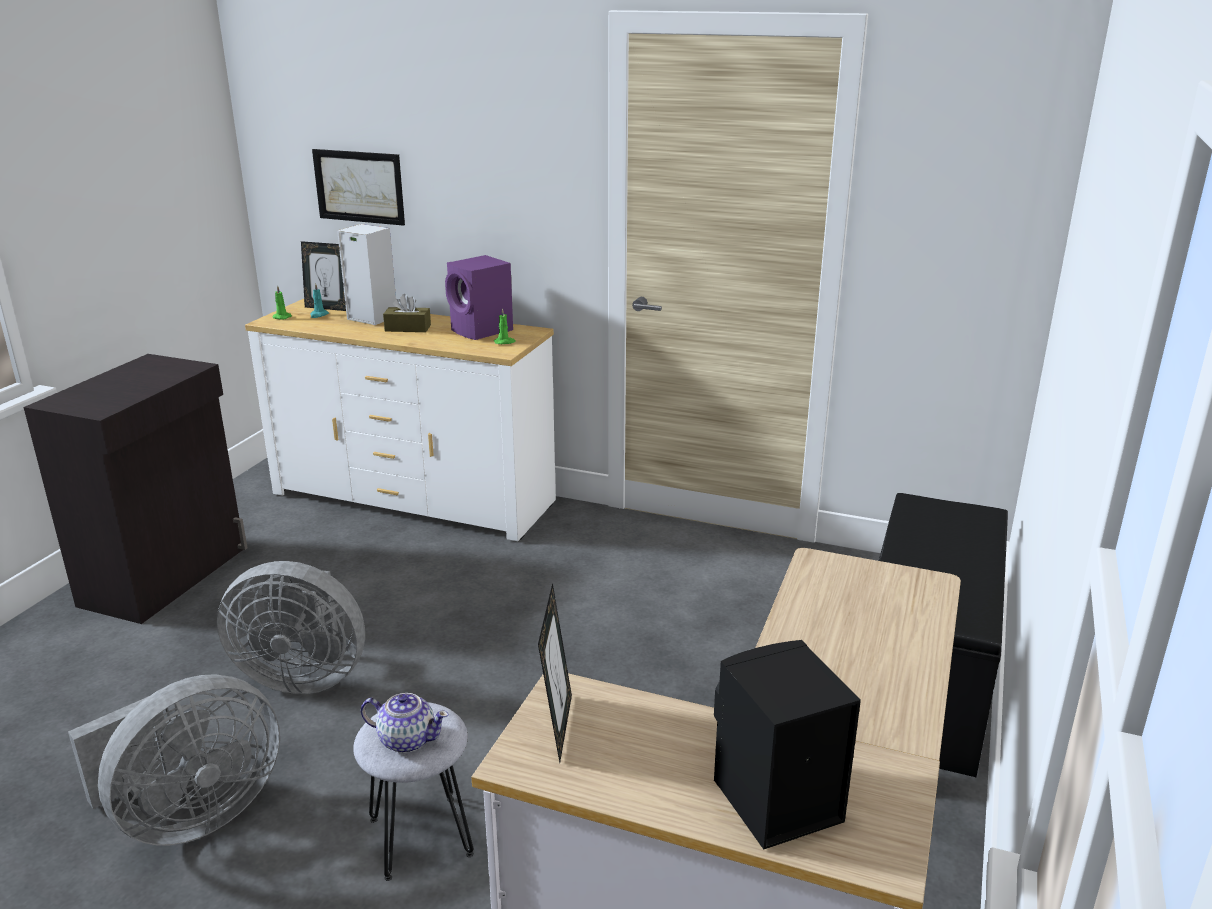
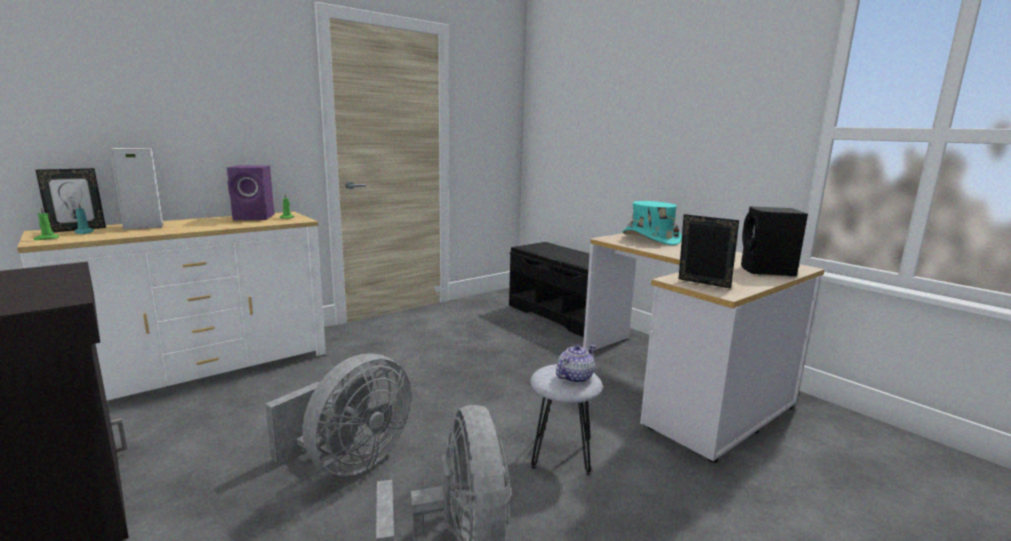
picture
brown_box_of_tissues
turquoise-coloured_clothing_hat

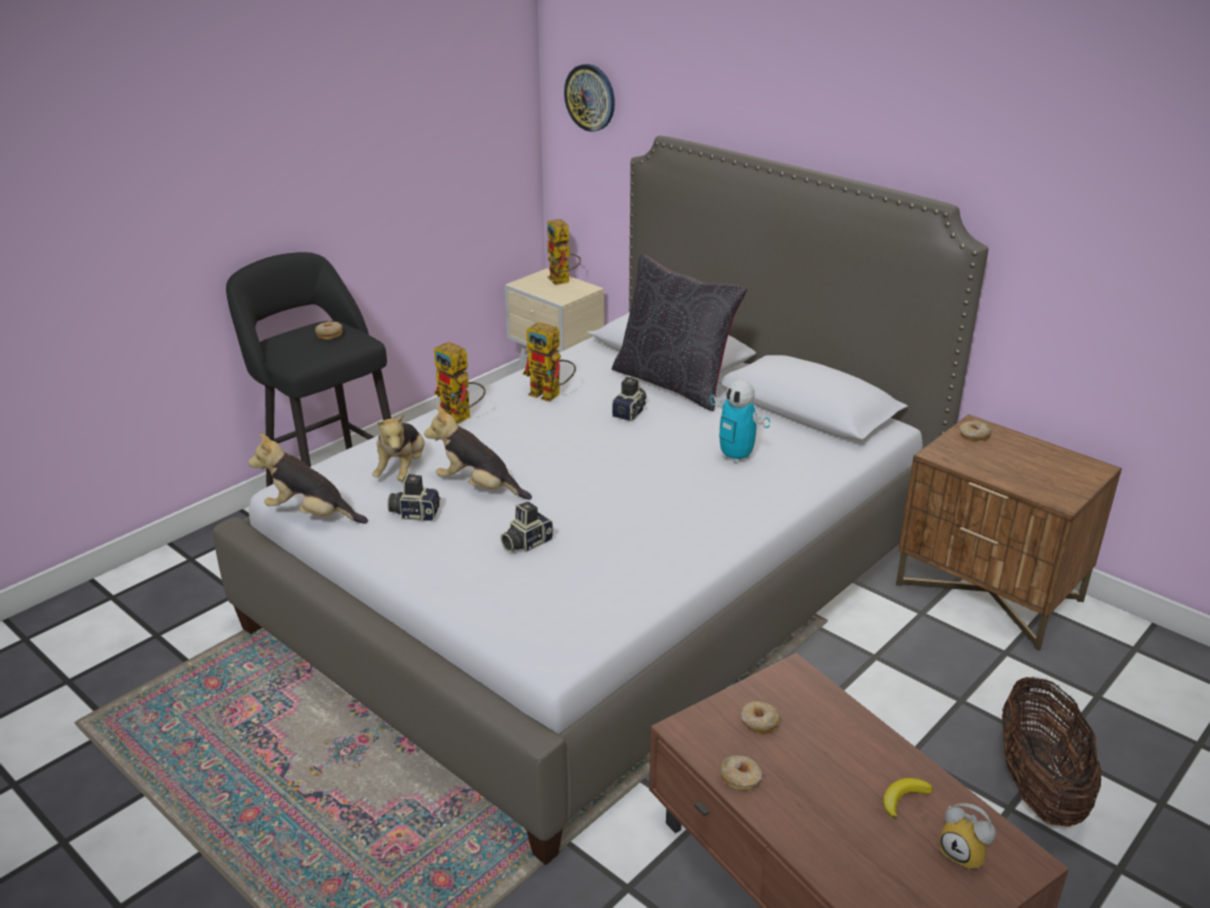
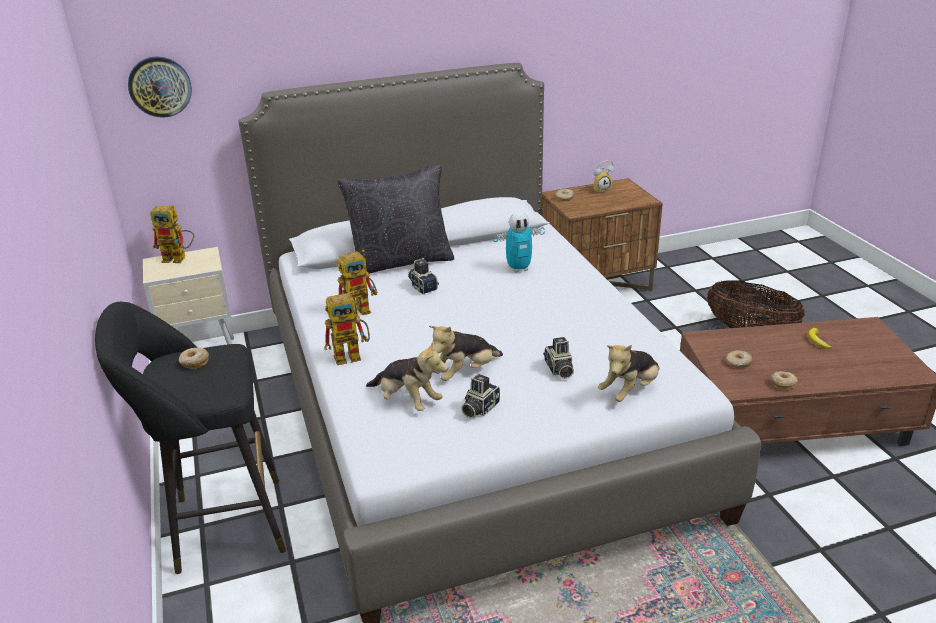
soft_toy (no. 3 from left)
table_clock

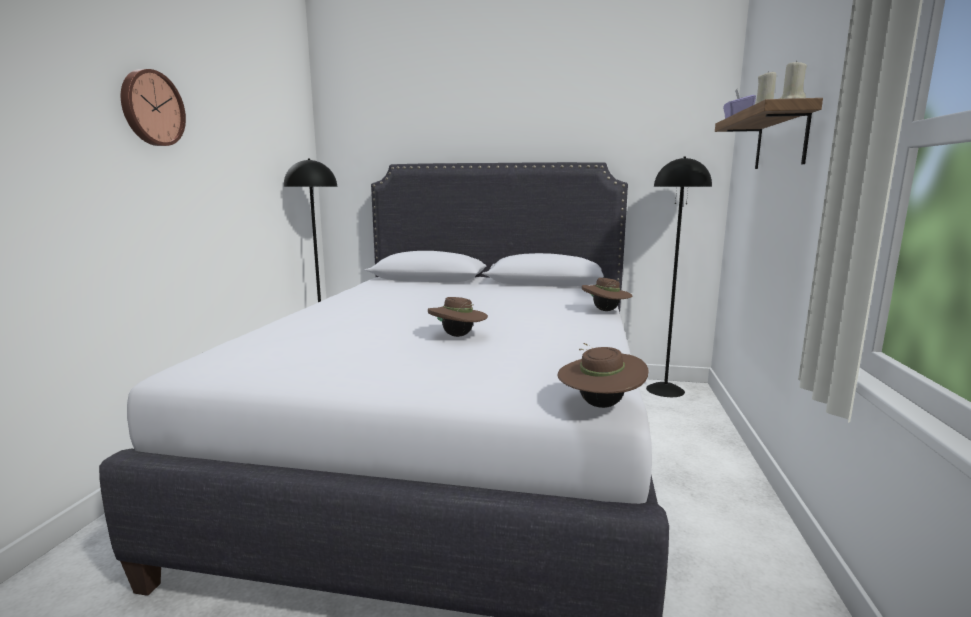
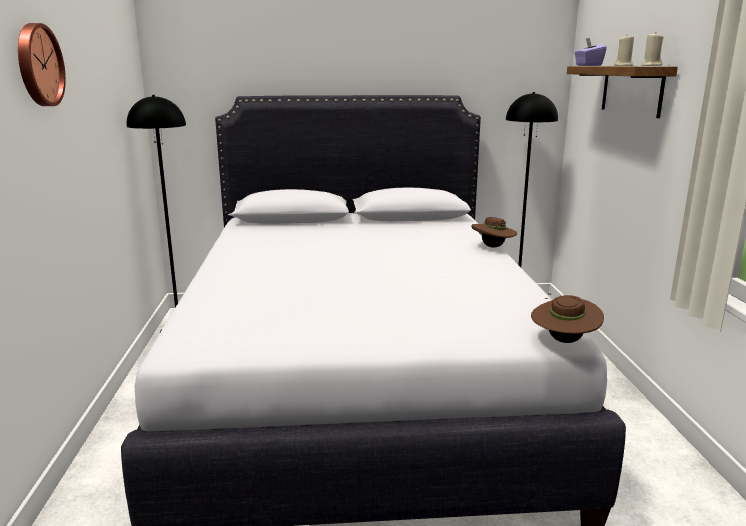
brown_clothing_hat (no. 1 from left in the first image)

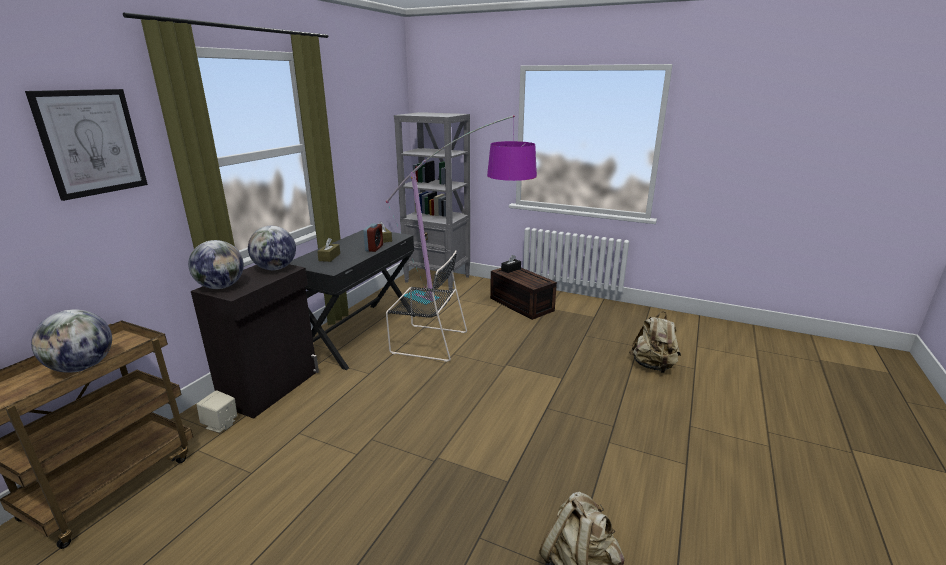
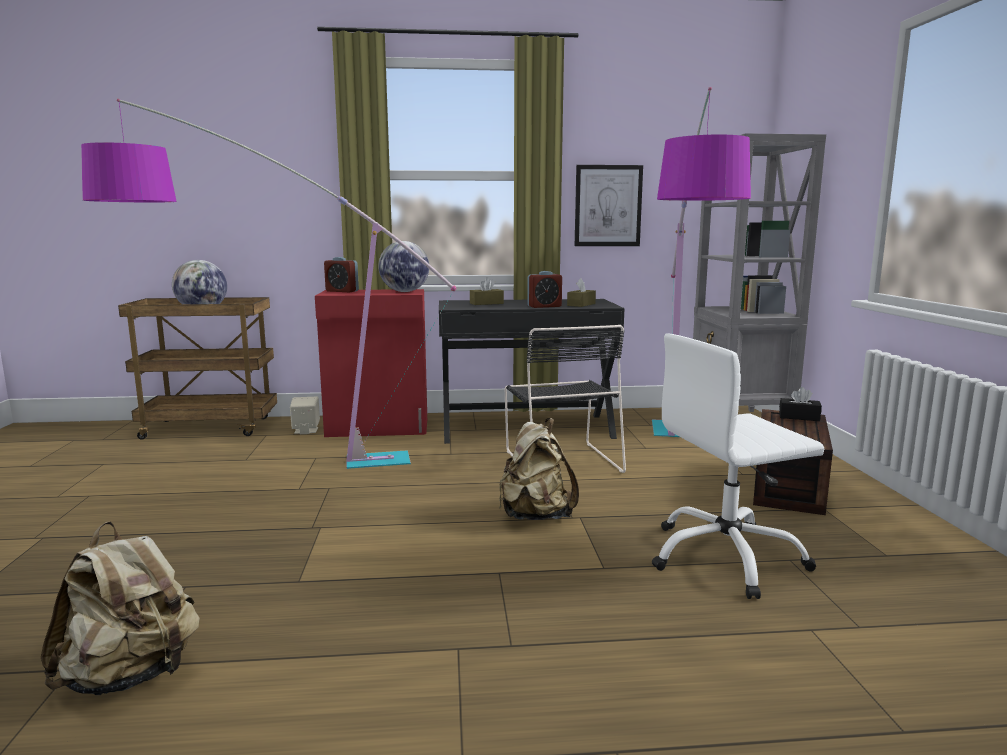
picture
table_clock (no. 1 from left)
red_storage_cabinet
beige_knapsack (no. 2 from left)
standard_lamp (no. 1 from left)
white_computer_chair

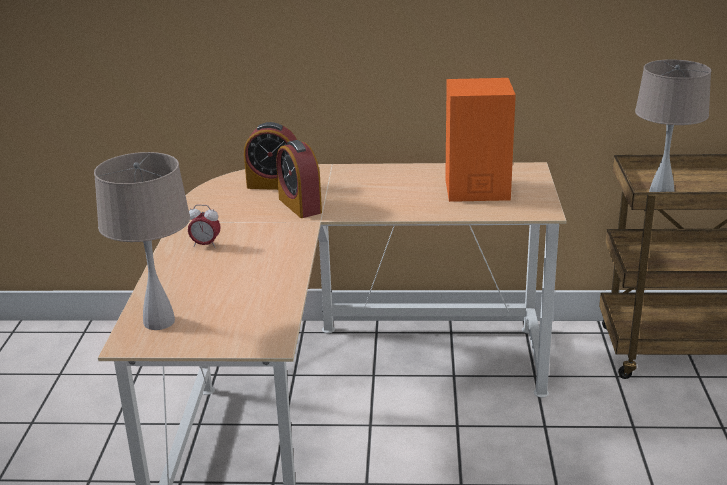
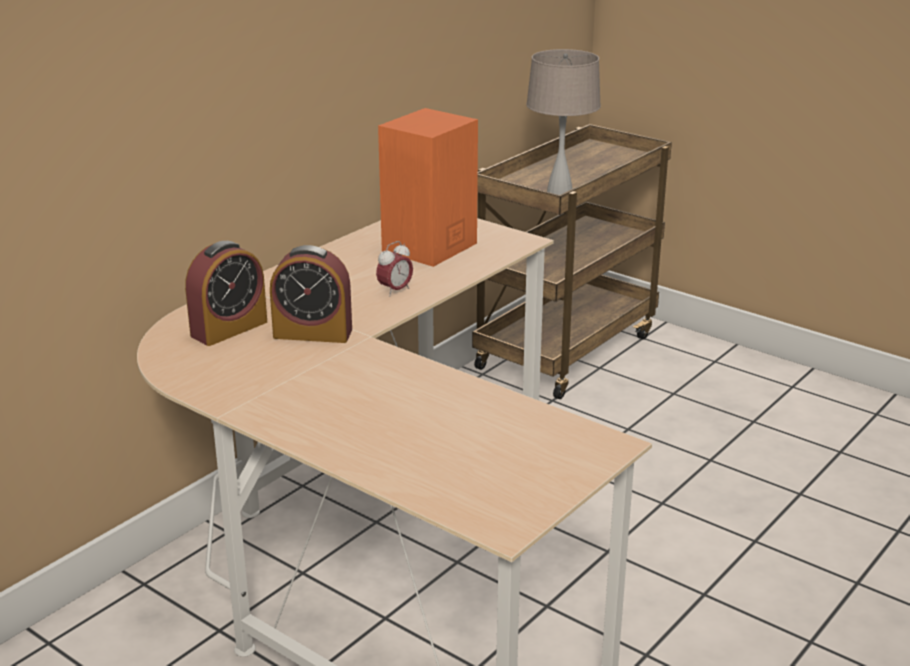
beige_table_lamp (no. 1 from left in the first image)
table_clock (no. 3 from left)

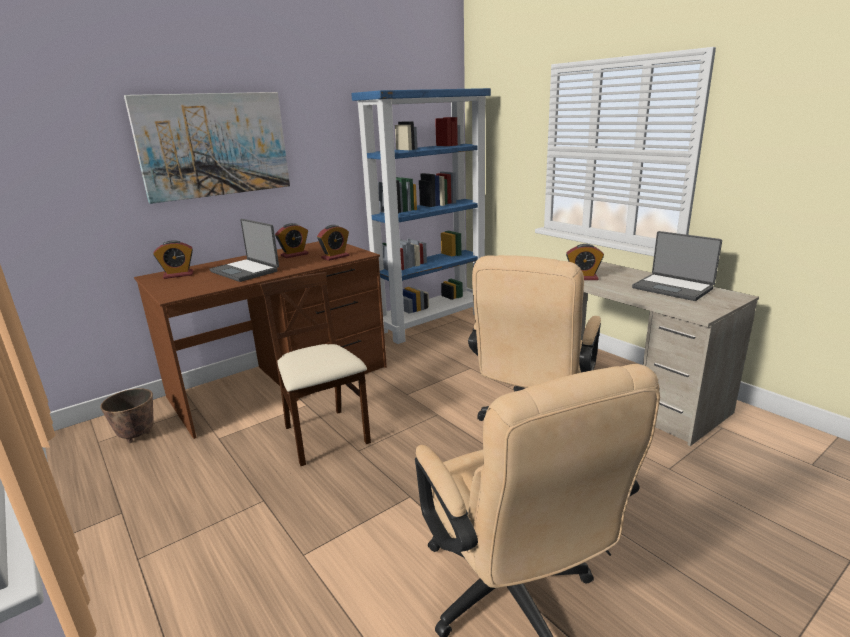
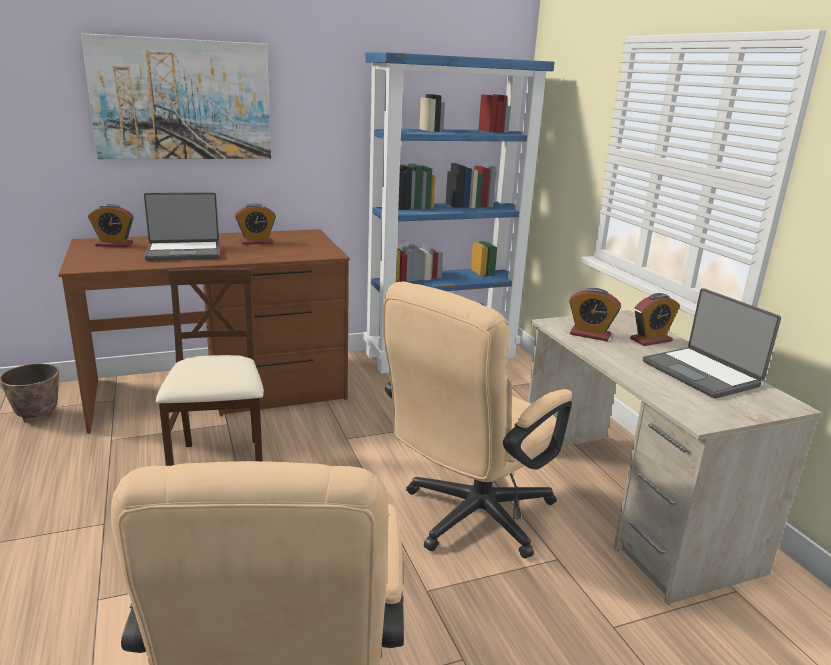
notebook_computer (no. 1 from left)
table_clock (no. 4 from left)

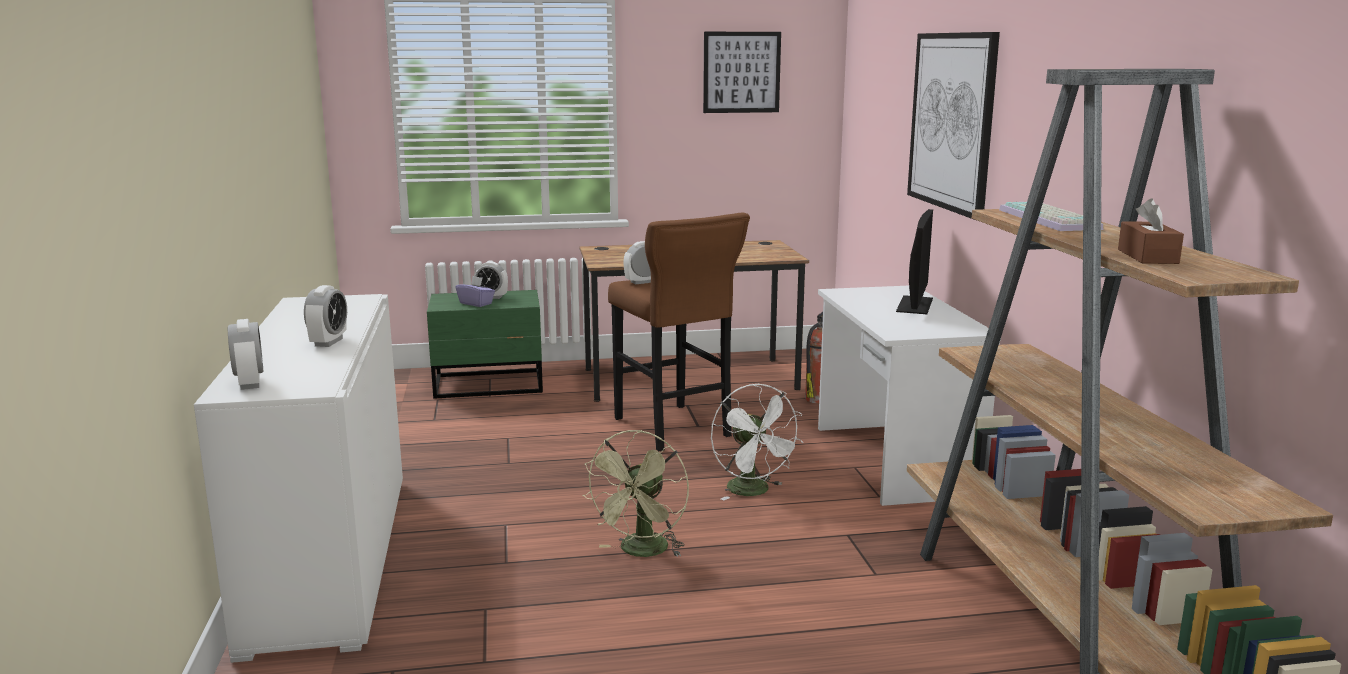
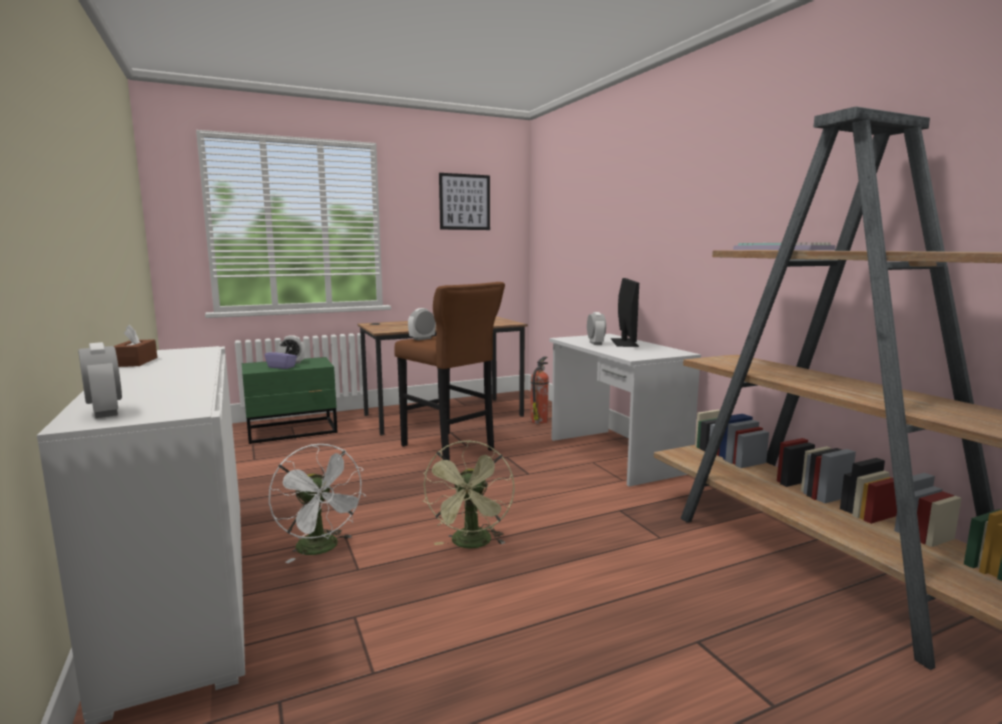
table_clock (no. 4 from left)
white_cooling_fan
picture (no. 2 from left in the first image)
brown_box_of_tissues

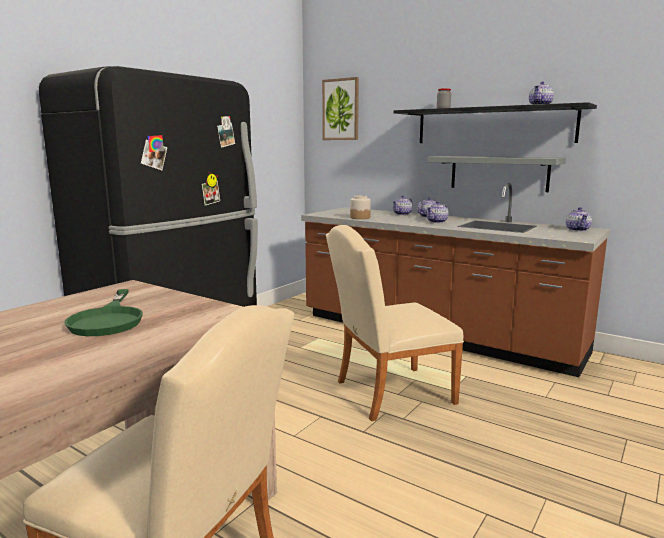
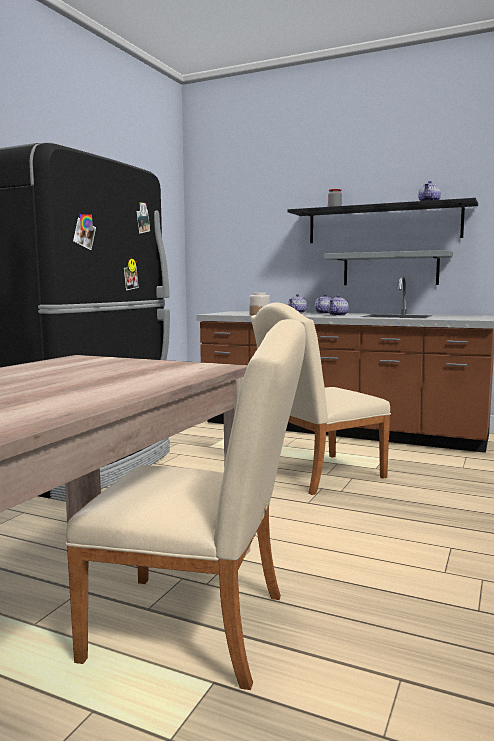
green-coloured_frying_pan
picture
pot_for_tea (no. 5 from left in the first image)

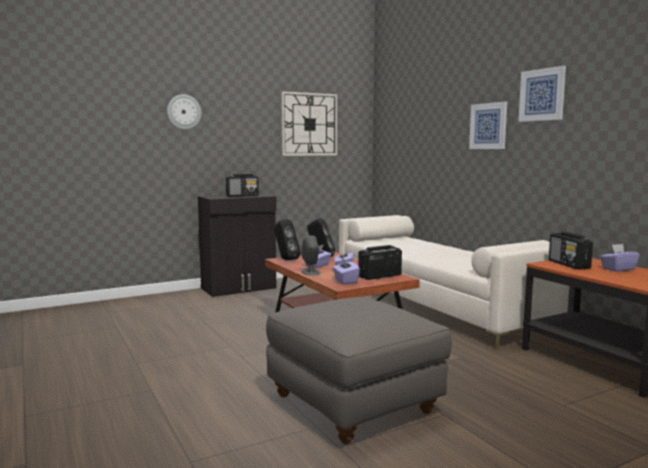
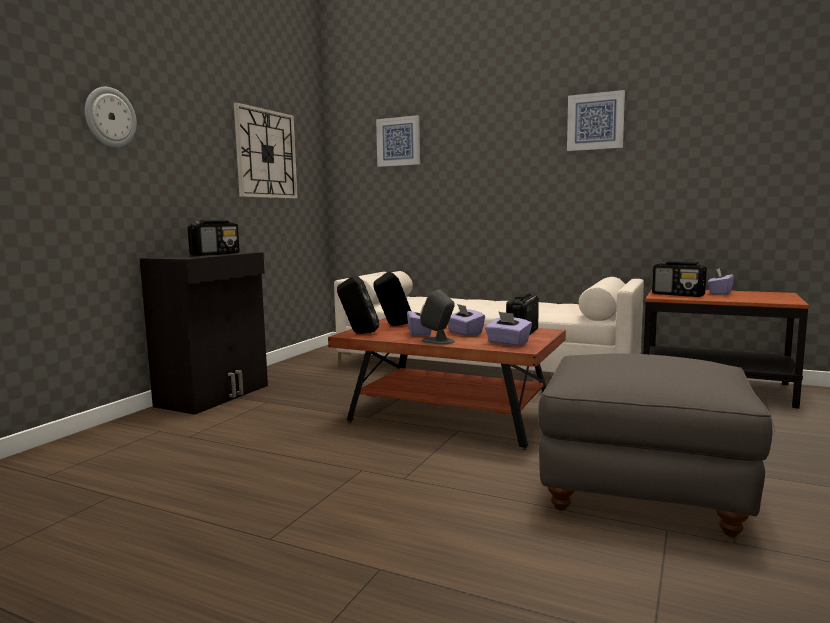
picture (no. 1 from left)

